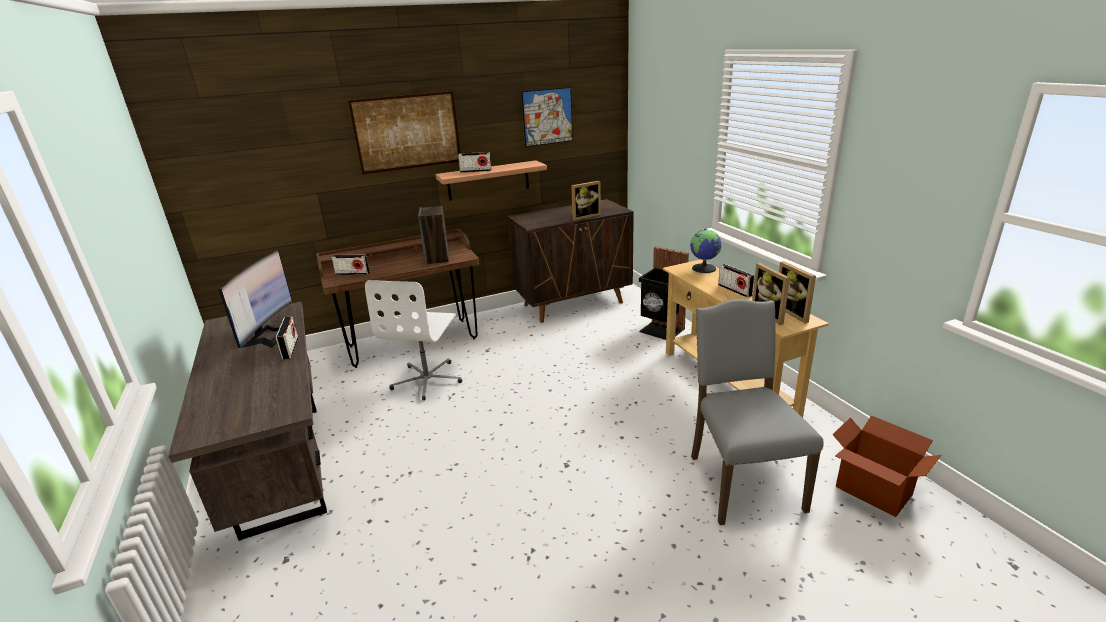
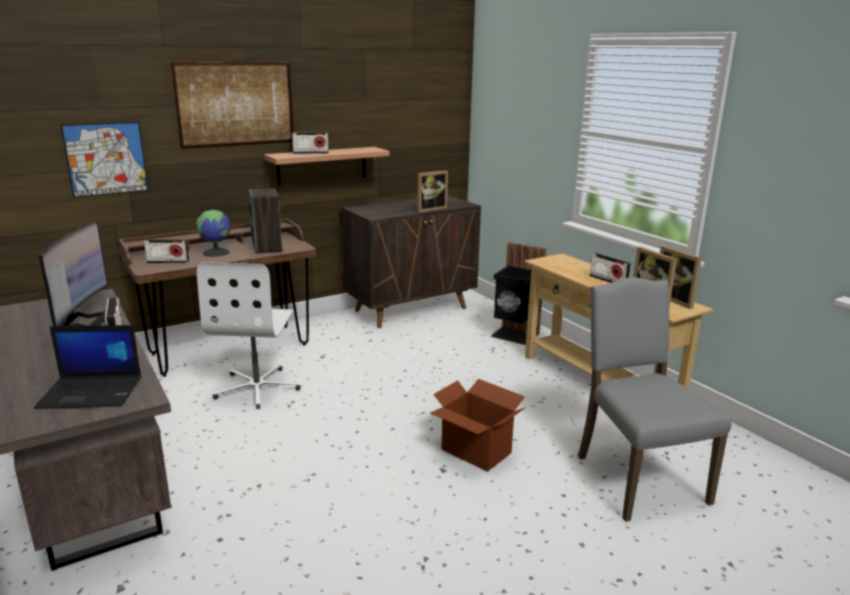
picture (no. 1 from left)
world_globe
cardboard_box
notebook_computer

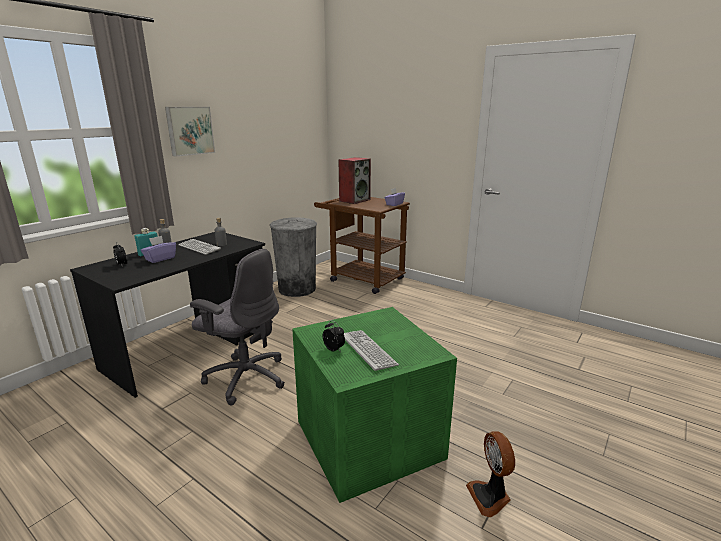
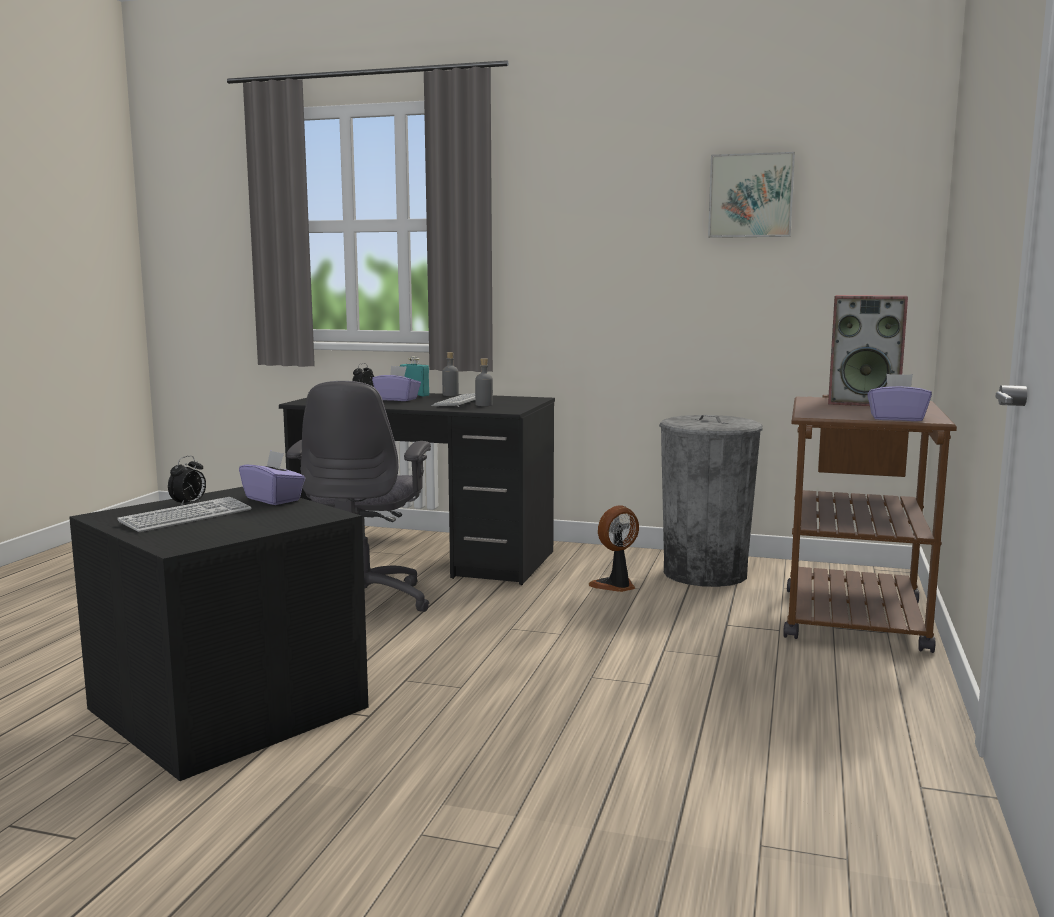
picture
black-coloured_storage_bin
cooling_fan
purplish_box_of_tissues (no. 1 from left)

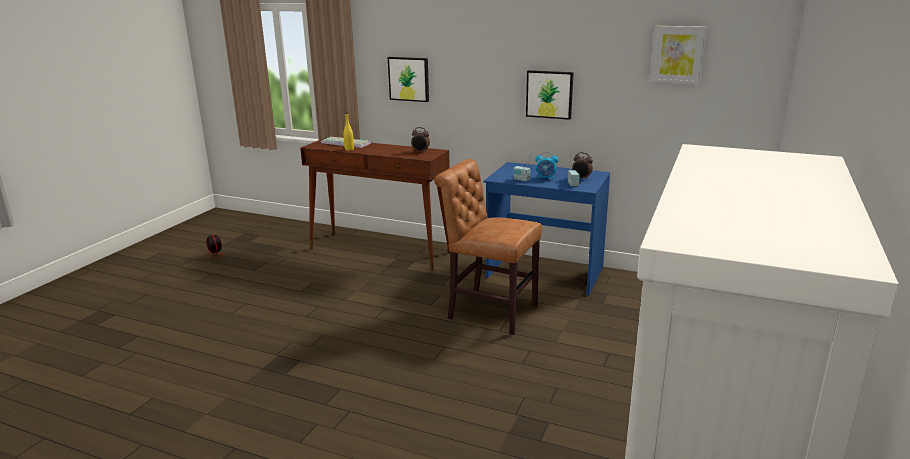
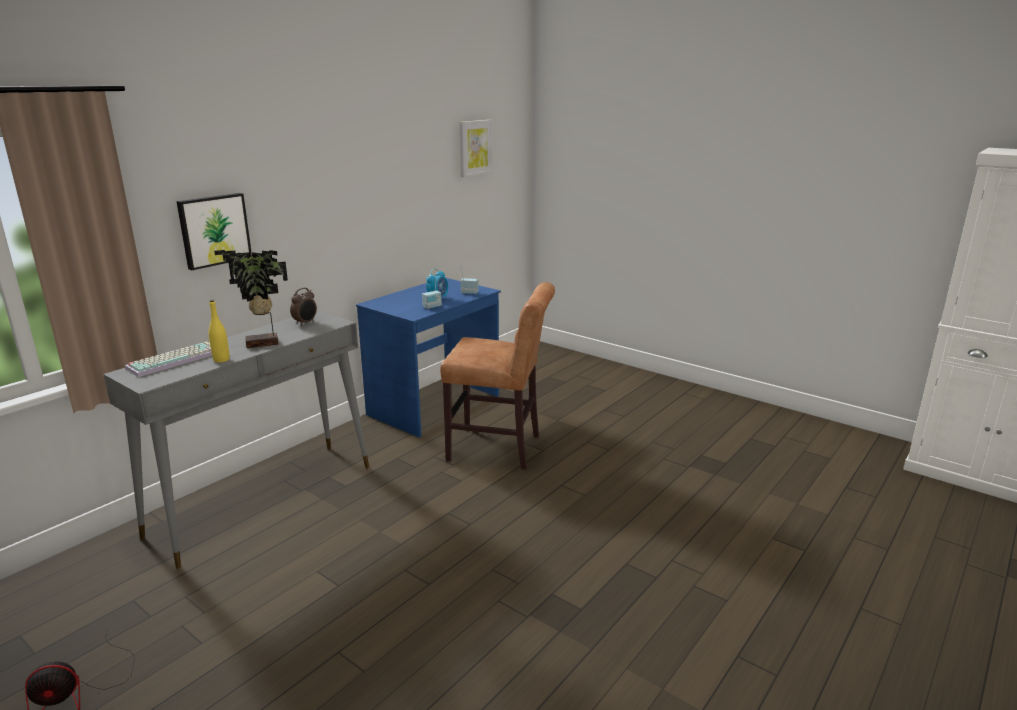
gray_console_table
brown_chair
picture (no. 2 from left in the first image)
table_clock (no. 3 from left in the first image)
plant_in_a_pot

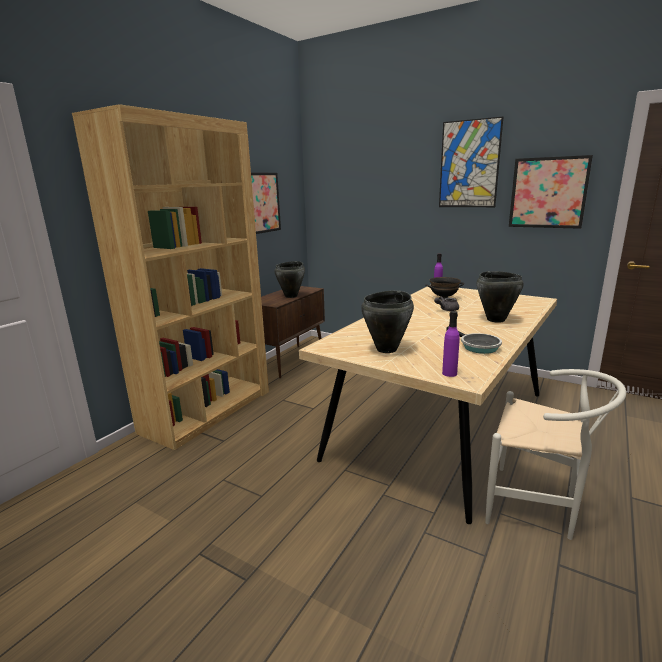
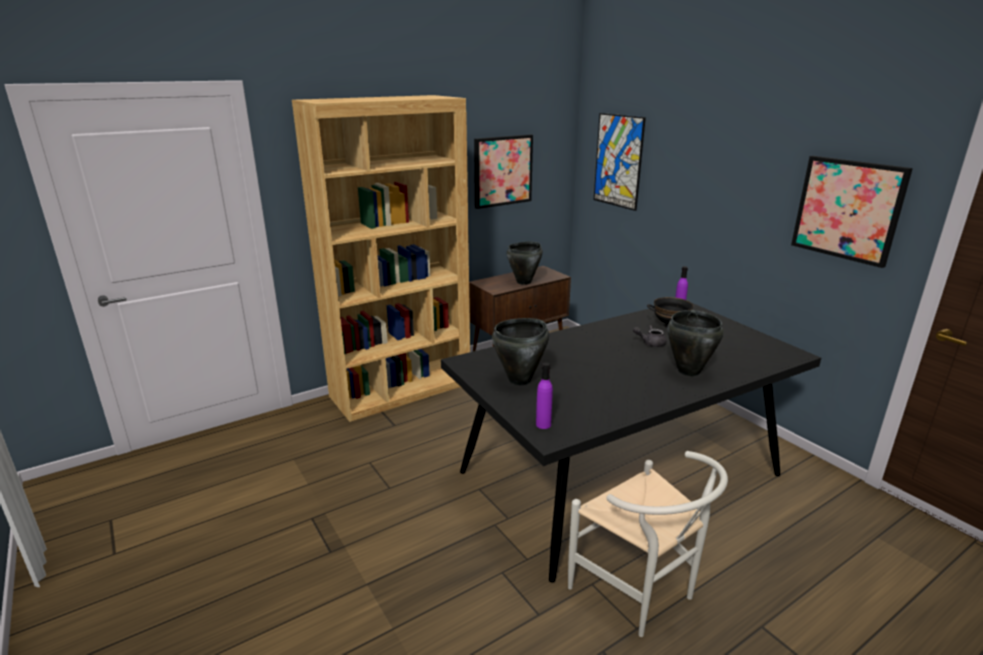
black-coloured_dining_table
picture (no. 2 from left)
frying_pan

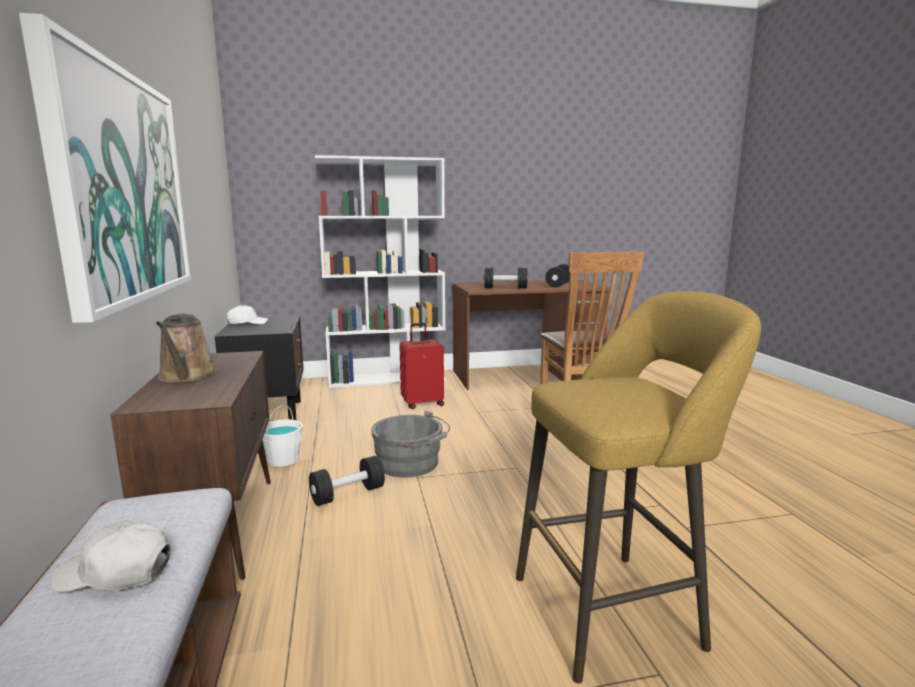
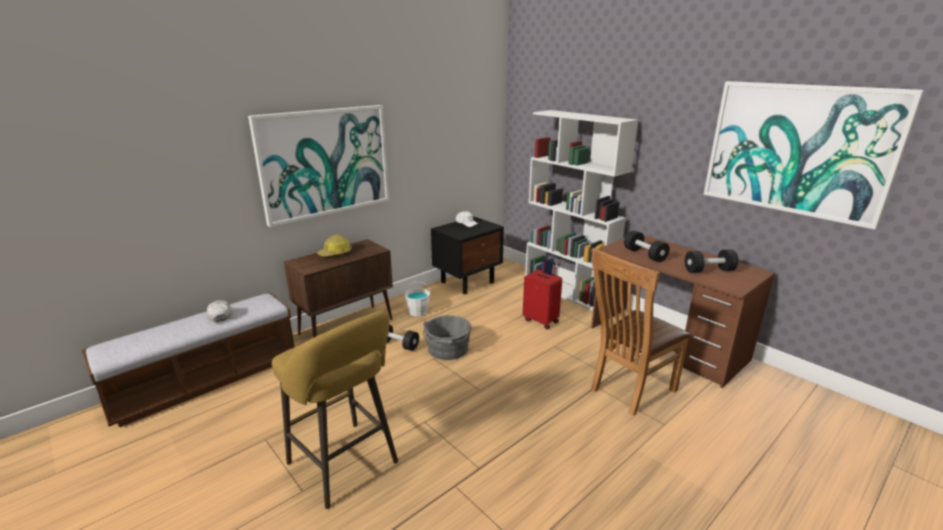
work_helmet
picture (no. 2 from left)

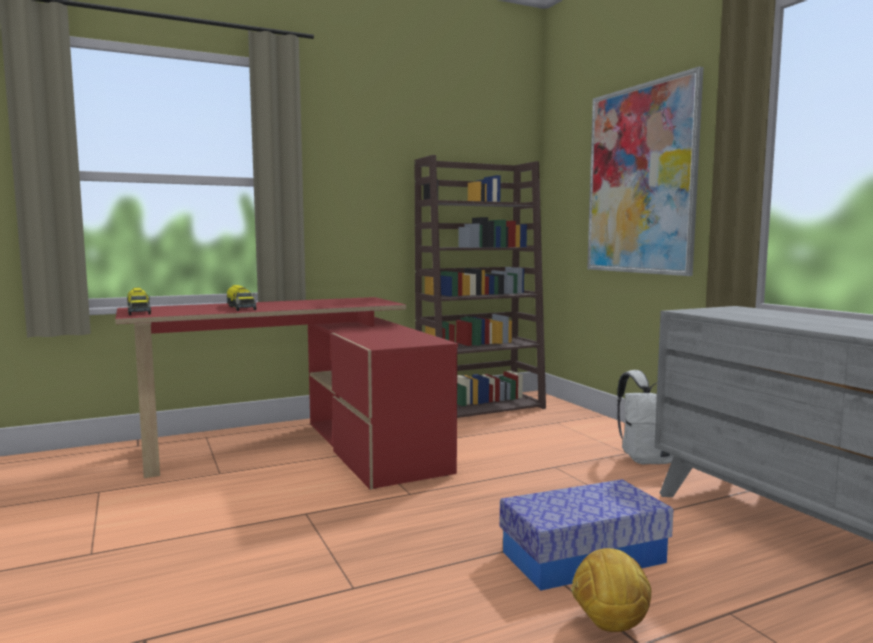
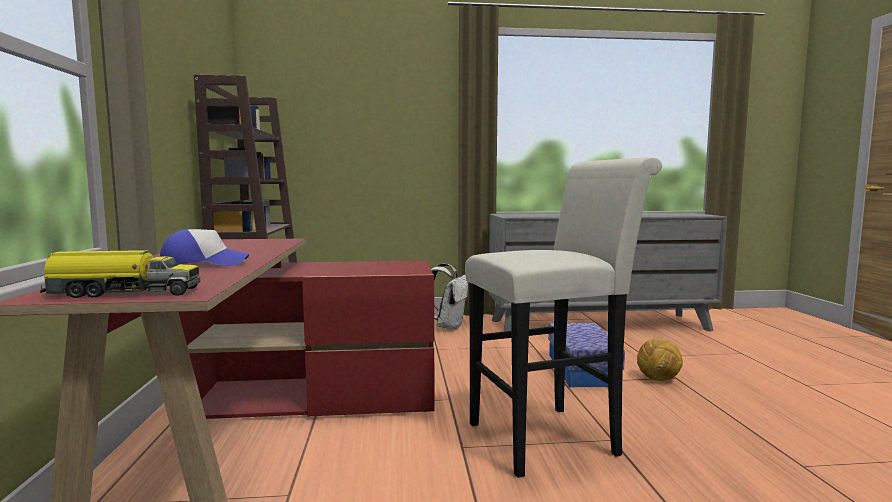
peaked_cap
picture
white_sitting_stool

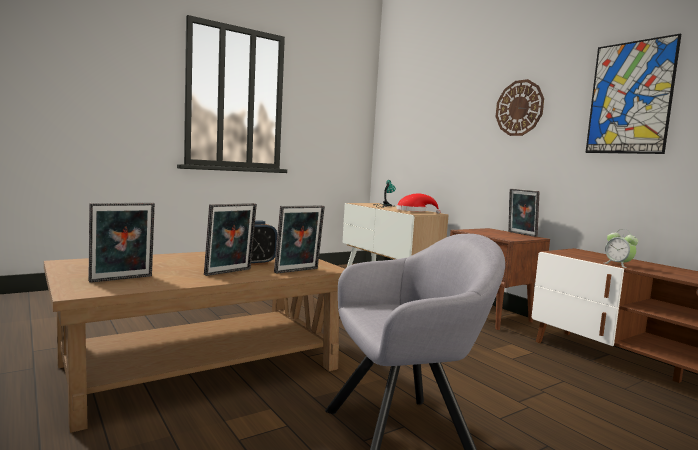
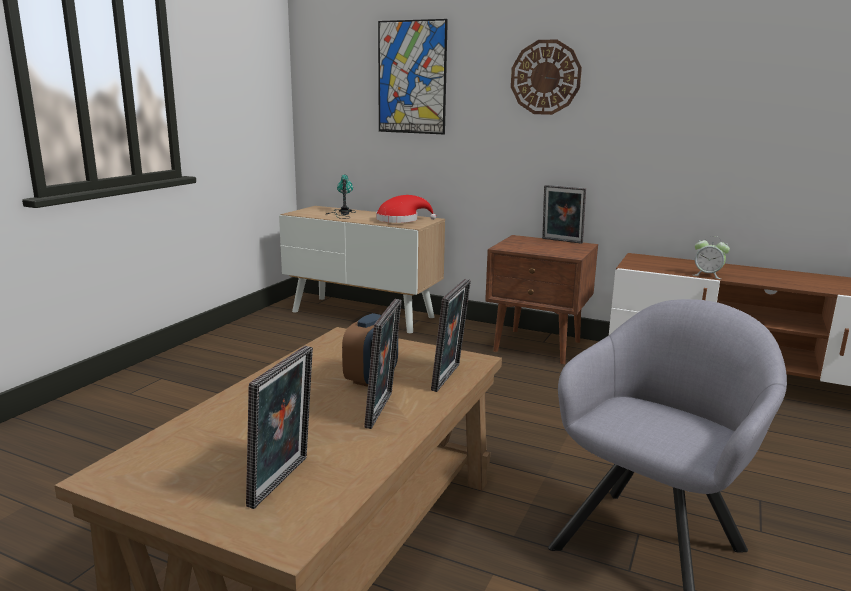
picture

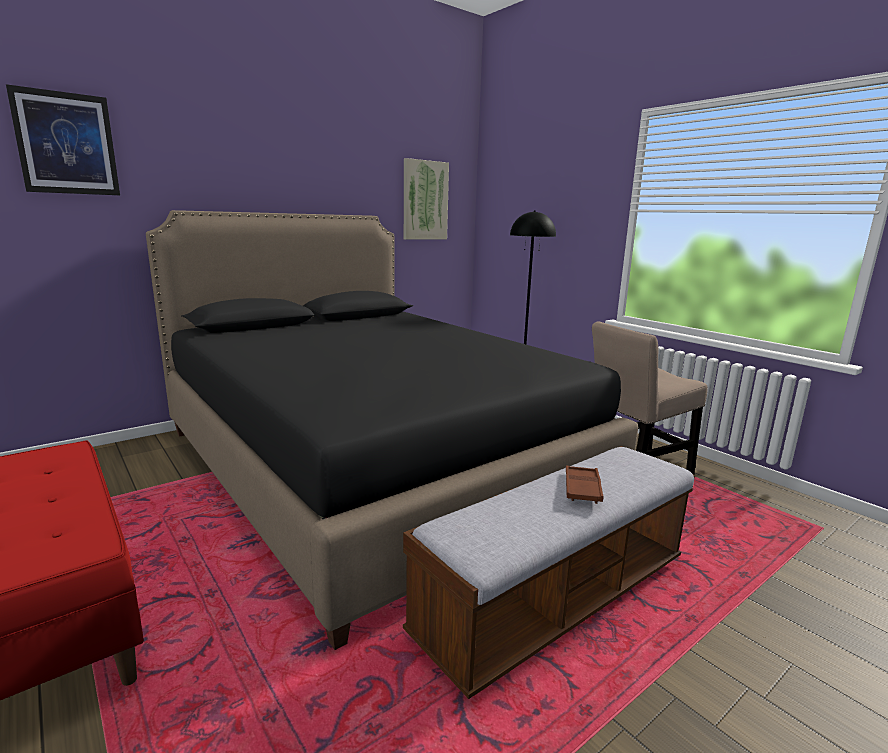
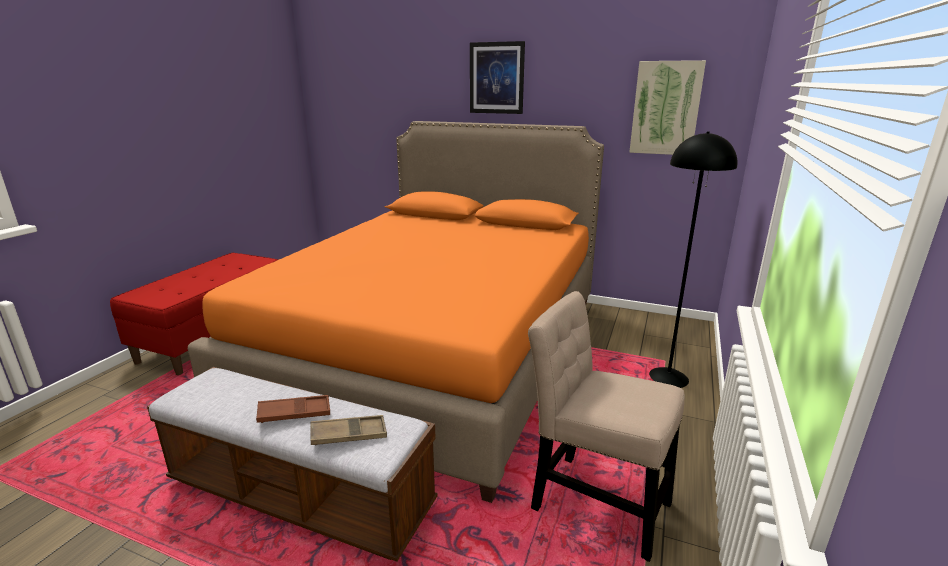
picture (no. 1 from left)
orange_bed
brown_carrying_tray (no. 2 from left)

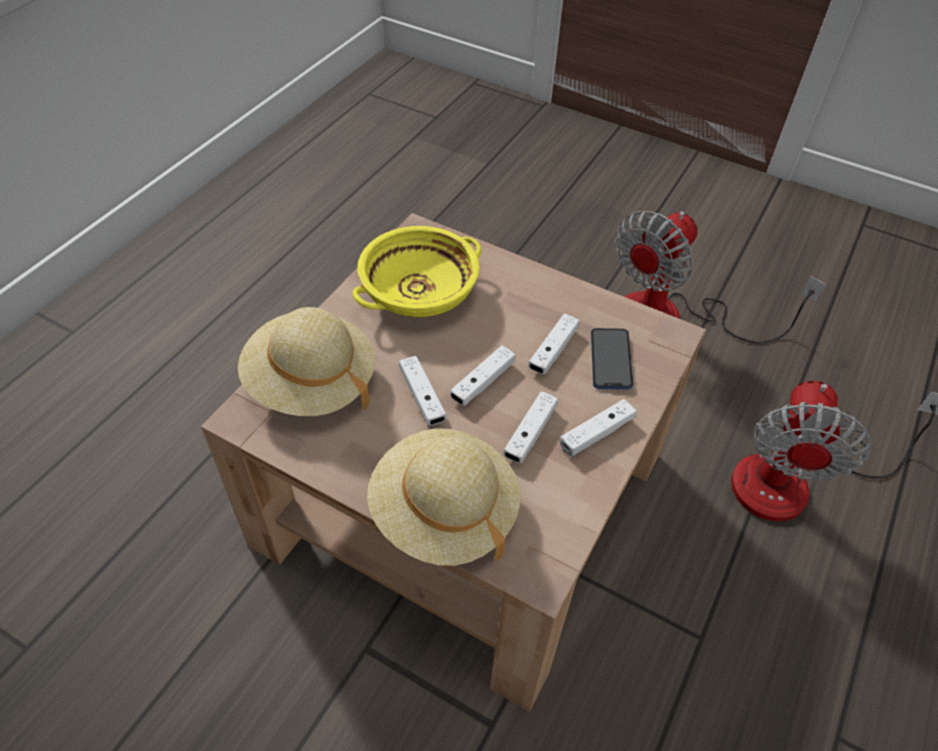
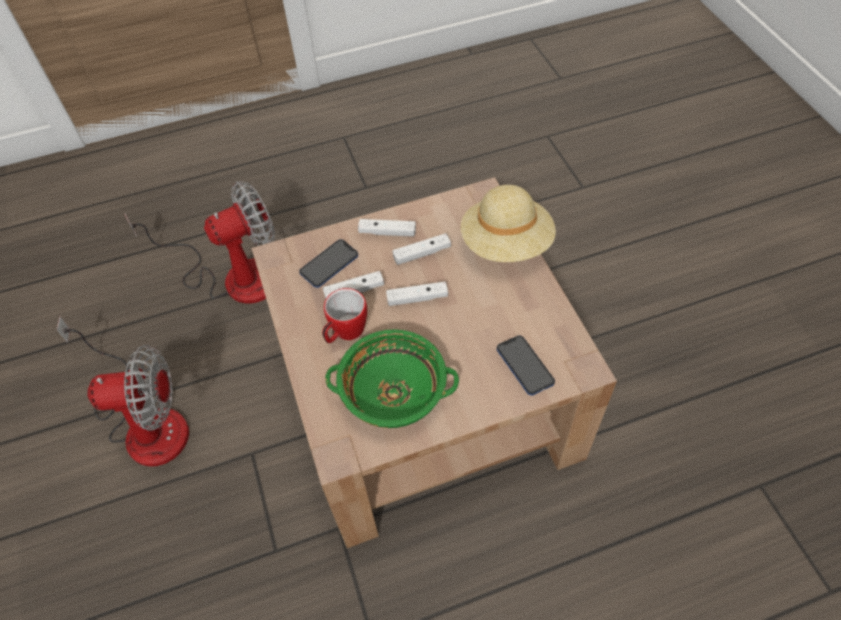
handset (no. 2 from left)
green-coloured_serving_bowl
white_game_controller (no. 1 from left in the first image)
tea_mug

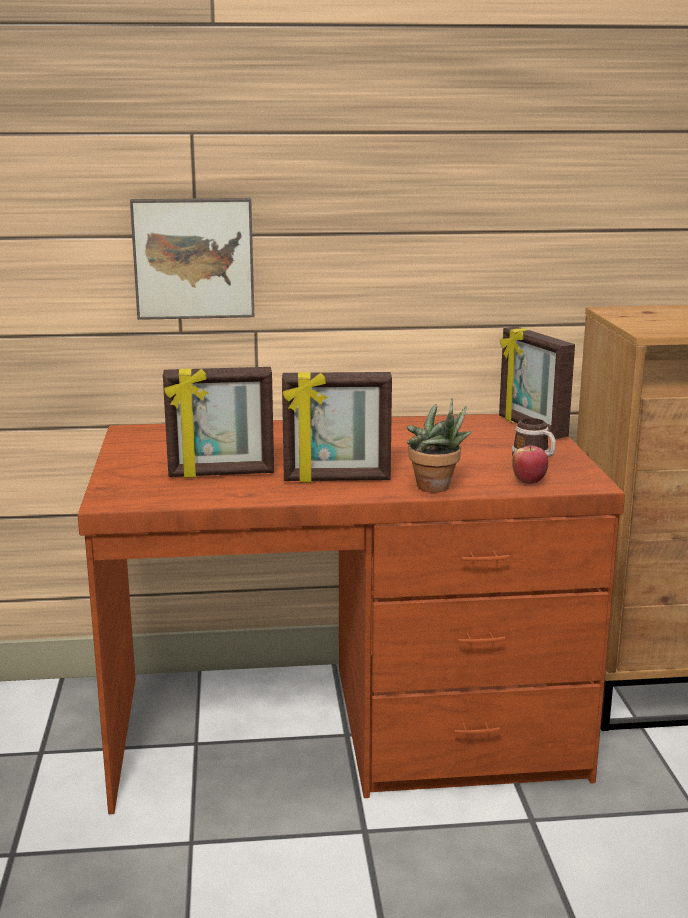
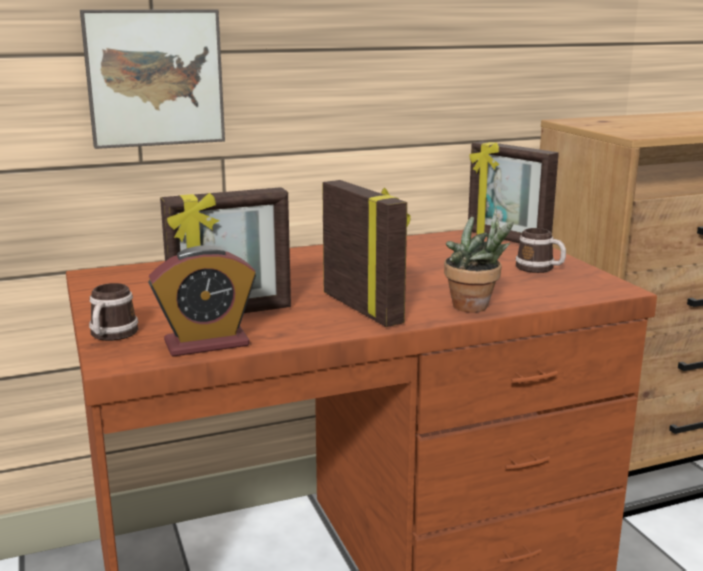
standing_frame (no. 2 from left)
apple
tea_mug (no. 1 from left)
table_clock

